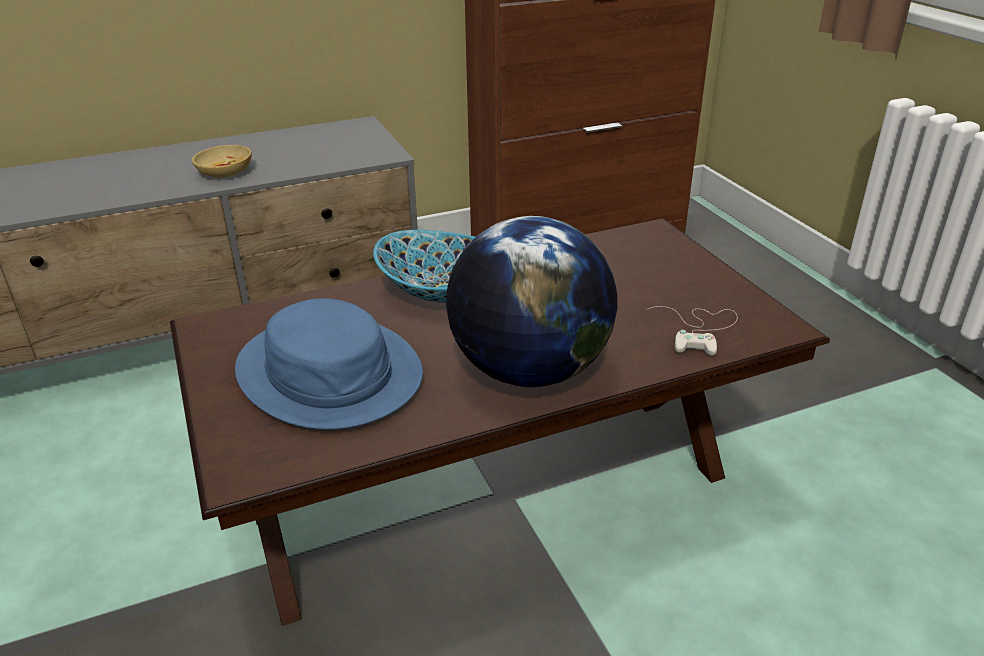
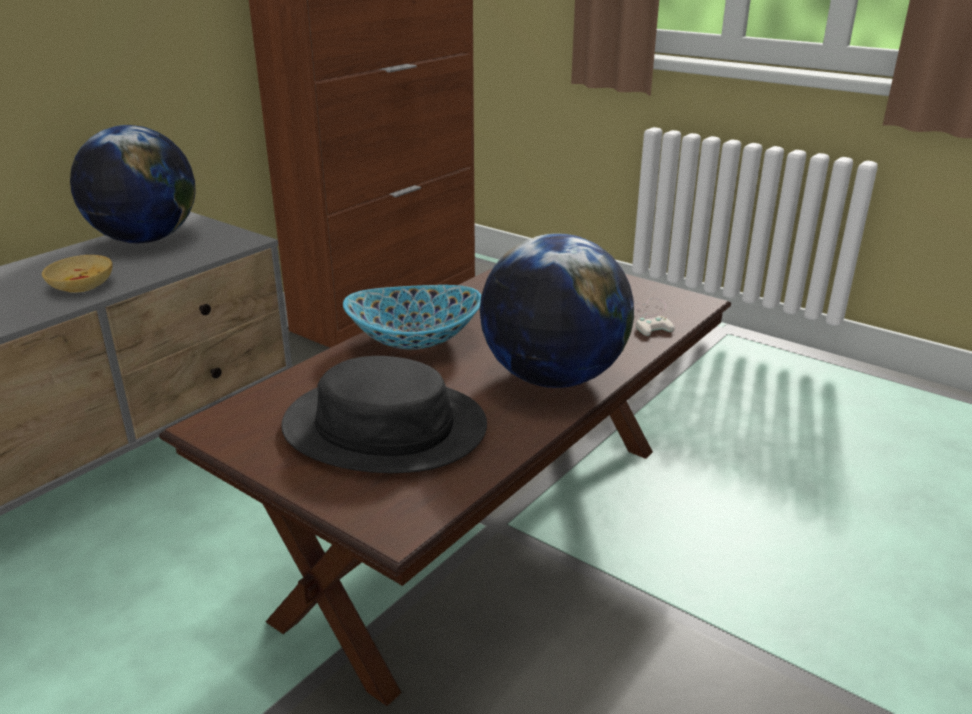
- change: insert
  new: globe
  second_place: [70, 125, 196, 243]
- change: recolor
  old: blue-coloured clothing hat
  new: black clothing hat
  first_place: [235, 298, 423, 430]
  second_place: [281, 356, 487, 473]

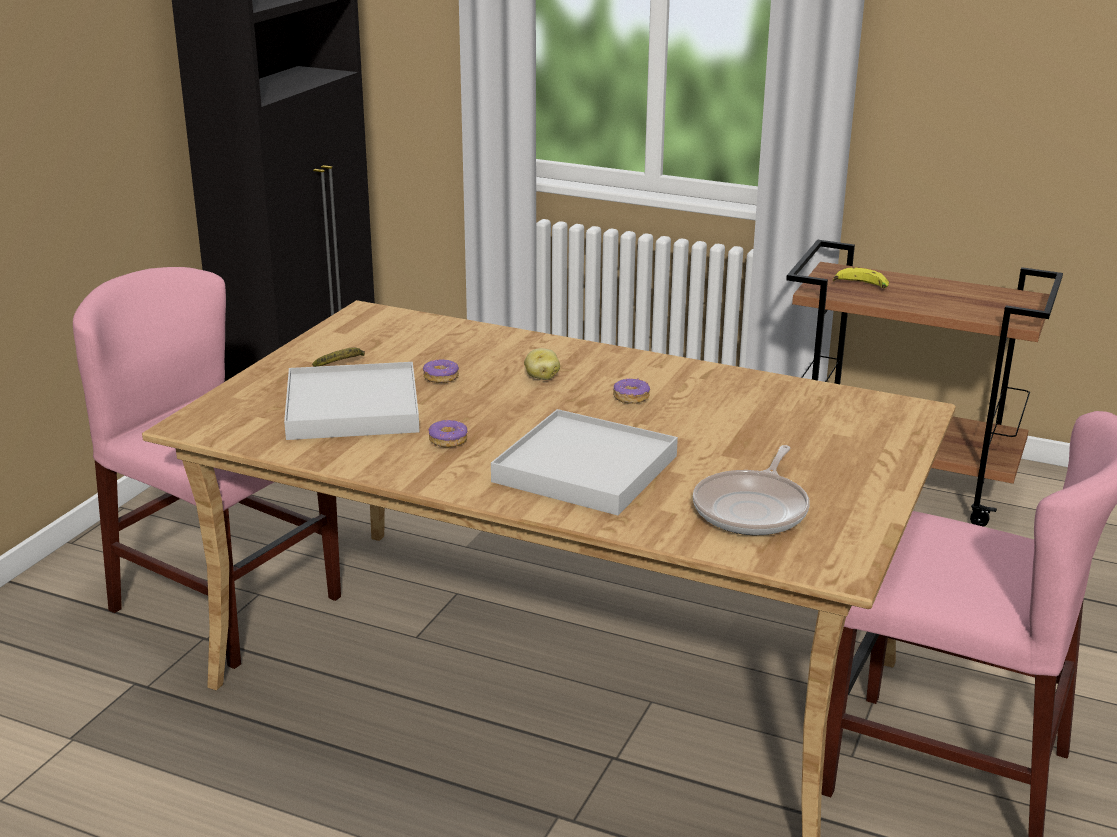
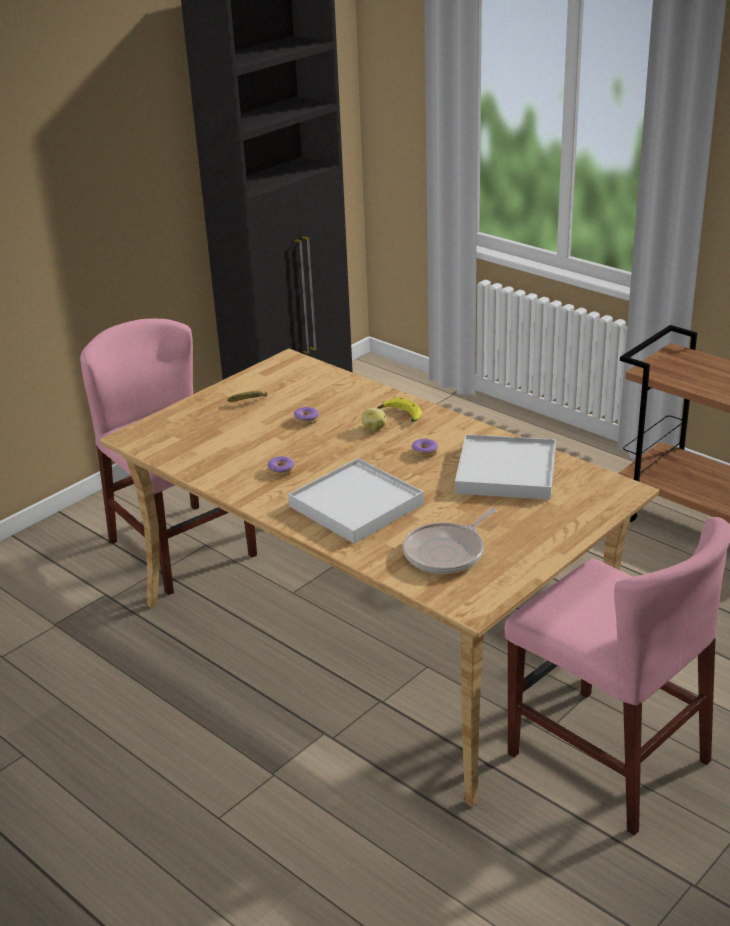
- change: move
  old: banana fruit
  first_place: [833, 268, 889, 288]
  second_place: [377, 398, 422, 422]
- change: move
  old: whitish carrying tray
  first_place: [284, 362, 419, 440]
  second_place: [455, 434, 556, 500]

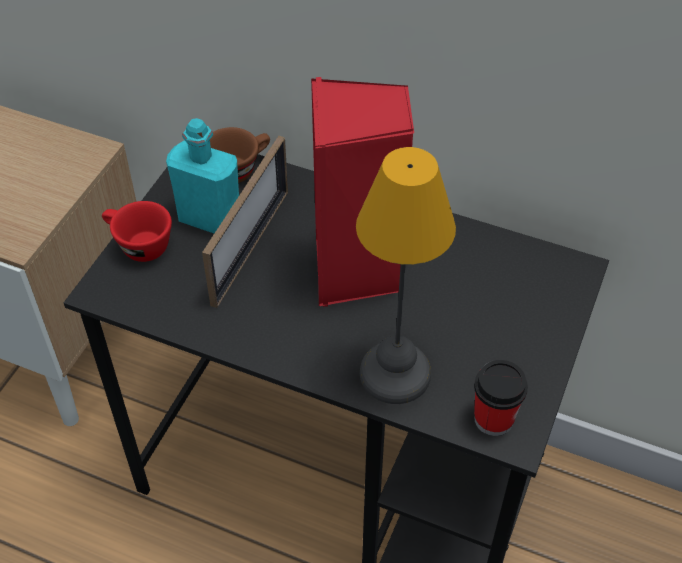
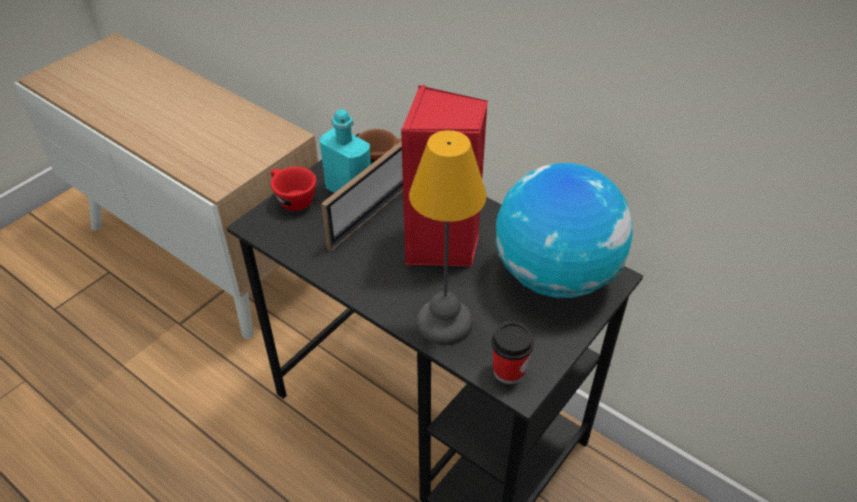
- change: insert
  new: globe
  second_place: [495, 163, 633, 298]

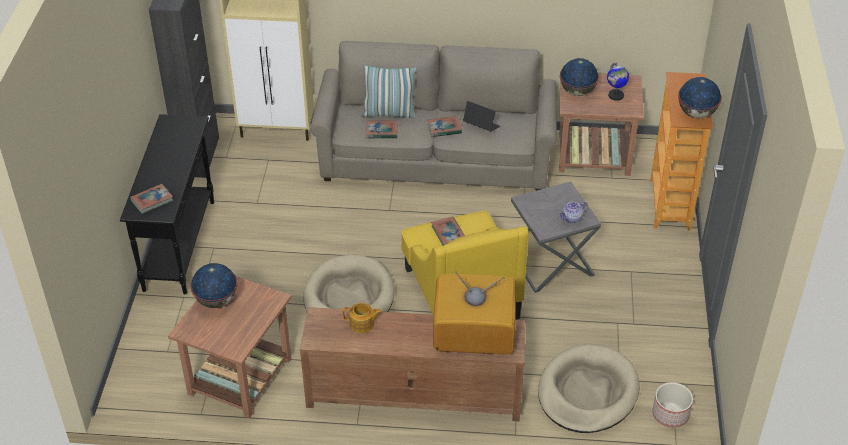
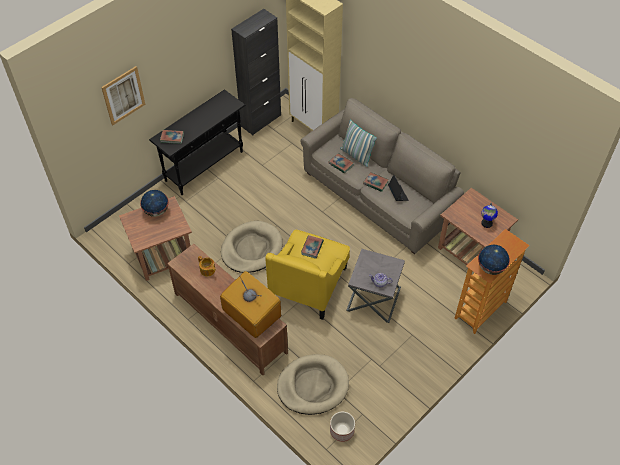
- change: insert
  new: wall art
  second_place: [101, 66, 146, 125]
- change: delete
  old: globe
  first_place: [560, 58, 599, 96]

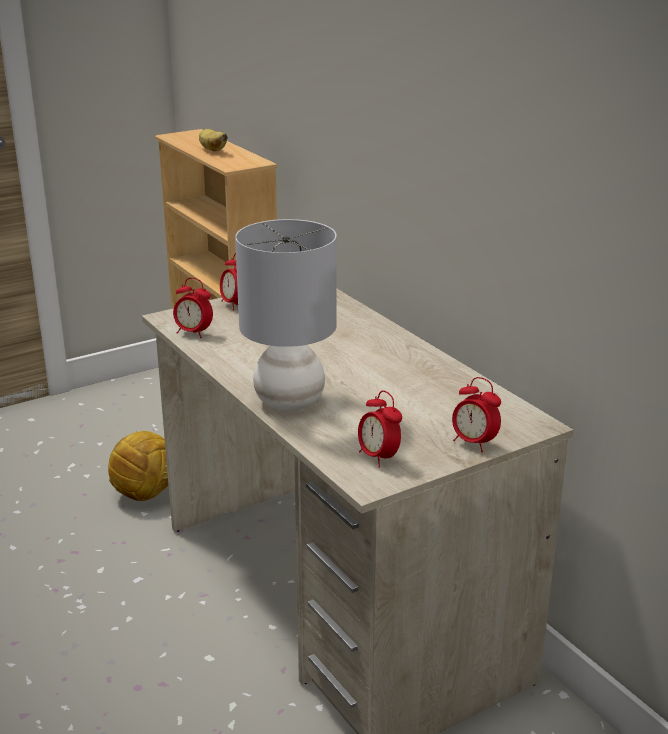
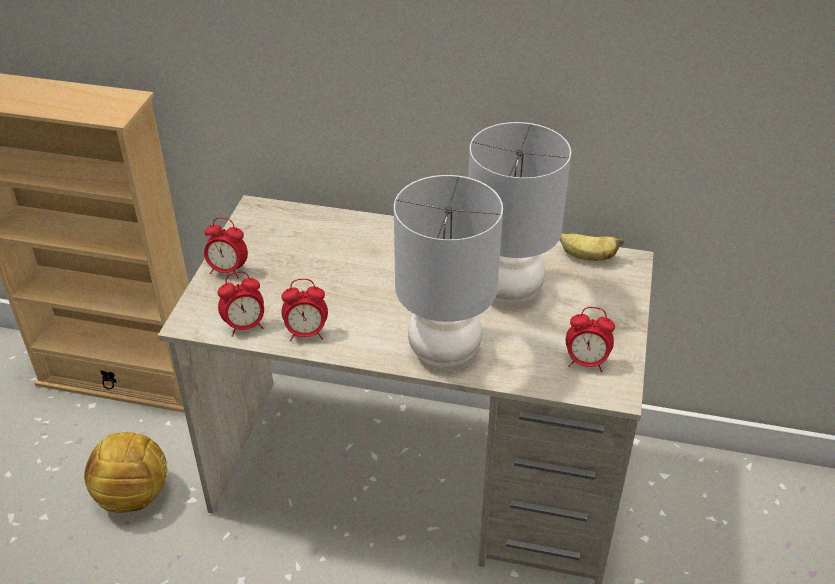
- change: move
  old: bedside clock
  first_place: [452, 377, 501, 452]
  second_place: [281, 279, 328, 341]
- change: insert
  new: gray table lamp
  second_place: [468, 122, 571, 305]
- change: move
  old: banana fruit
  first_place: [199, 128, 228, 152]
  second_place: [560, 233, 624, 261]

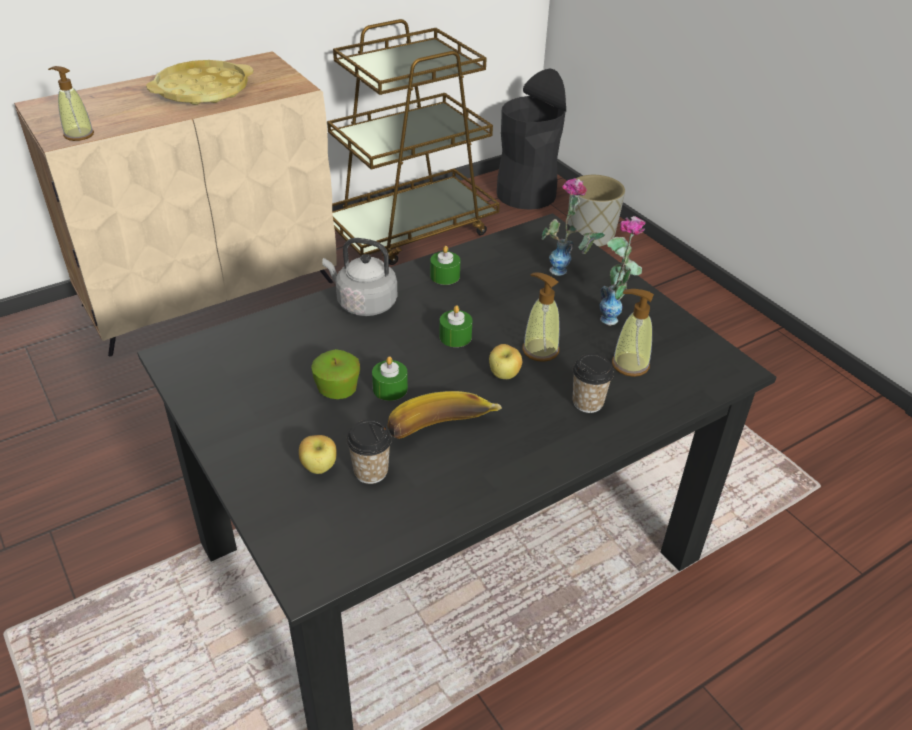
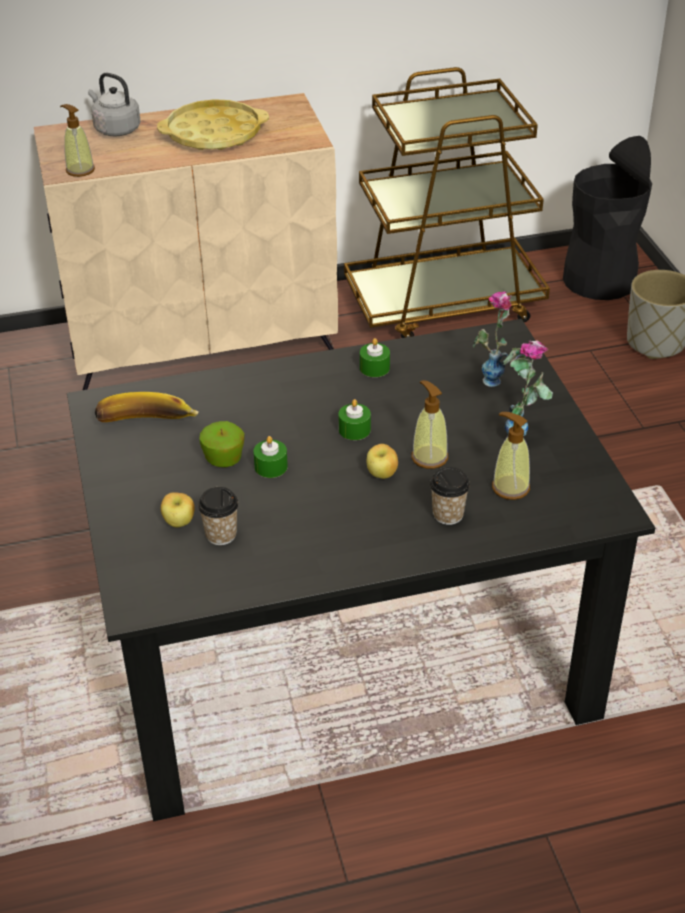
- change: move
  old: gray tea kettle
  first_place: [322, 238, 397, 316]
  second_place: [88, 72, 141, 137]
- change: move
  old: banana fruit
  first_place: [387, 391, 502, 439]
  second_place: [95, 392, 199, 422]

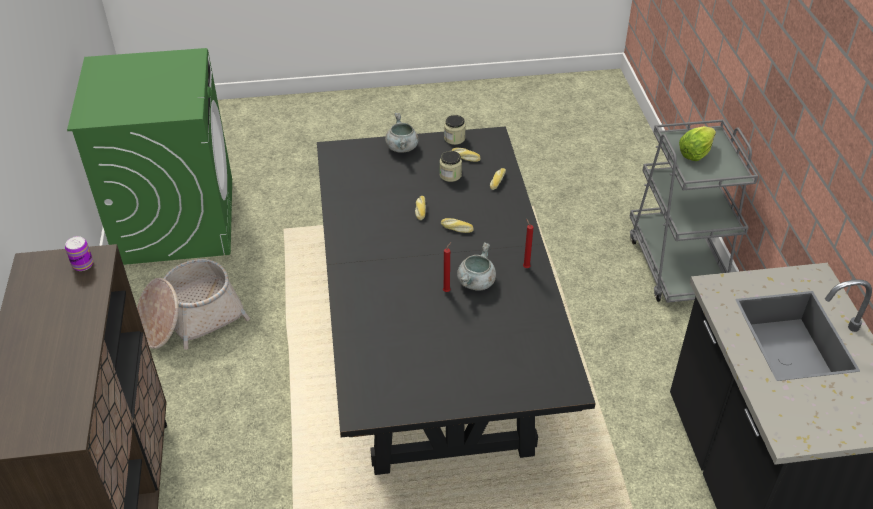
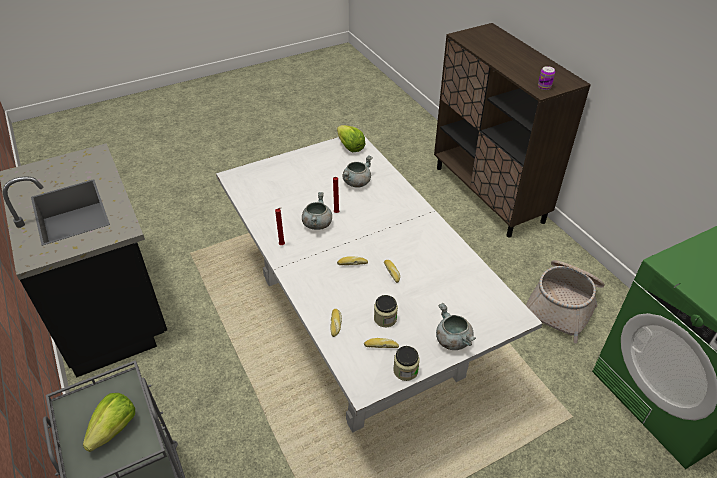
- change: recolor
  old: black dinner table
  new: whitish dinner table
  first_place: [317, 126, 596, 475]
  second_place: [216, 137, 543, 433]
- change: insert
  new: head of lettuce
  second_place: [337, 125, 365, 152]
- change: insert
  new: gray cooking pot
  second_place: [343, 155, 373, 188]

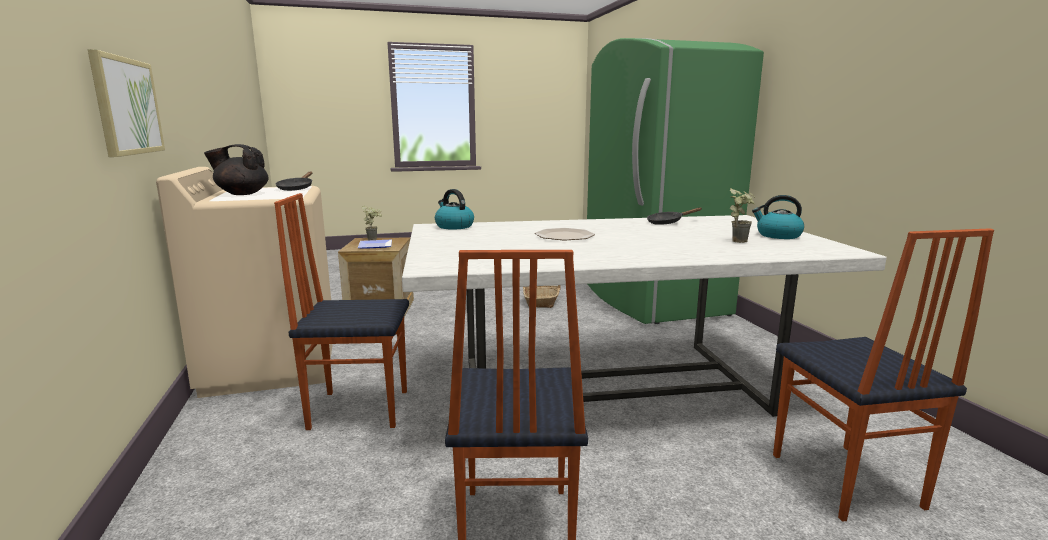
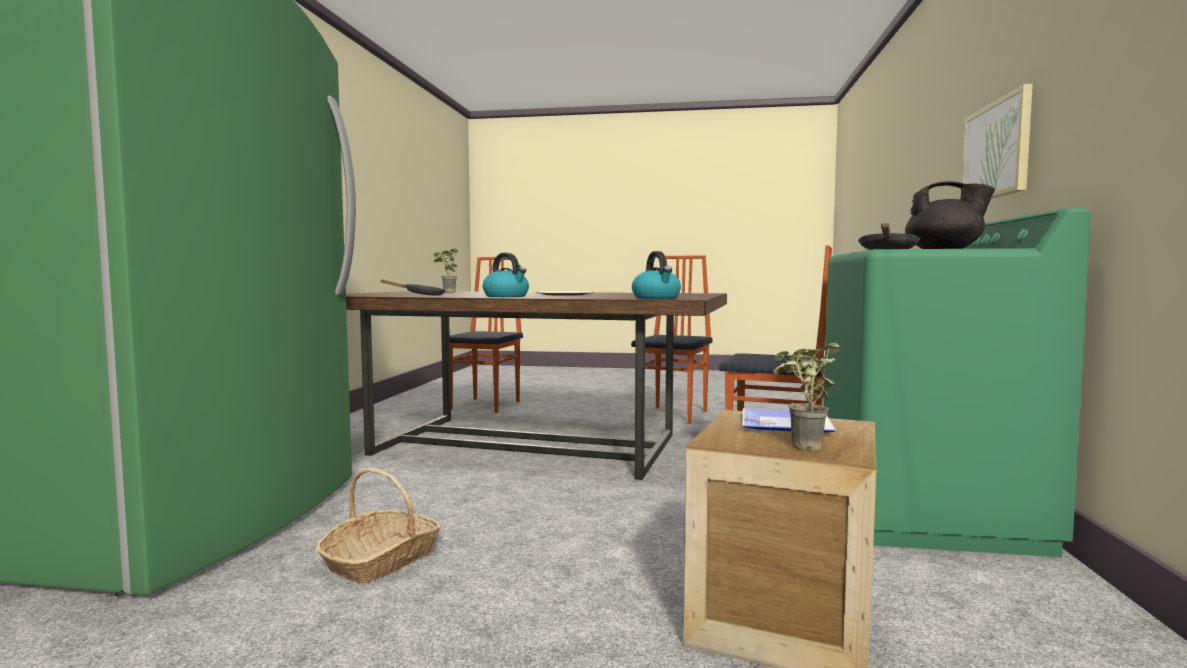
- change: recolor
  old: whitish dinner table
  new: brownish dinner table
  first_place: [402, 215, 887, 417]
  second_place: [346, 291, 727, 480]
- change: move
  old: tea kettle
  first_place: [752, 195, 804, 239]
  second_place: [483, 253, 529, 297]
- change: recolor
  old: beige laundry machine
  new: green laundry machine
  first_place: [156, 167, 333, 398]
  second_place: [823, 208, 1091, 557]

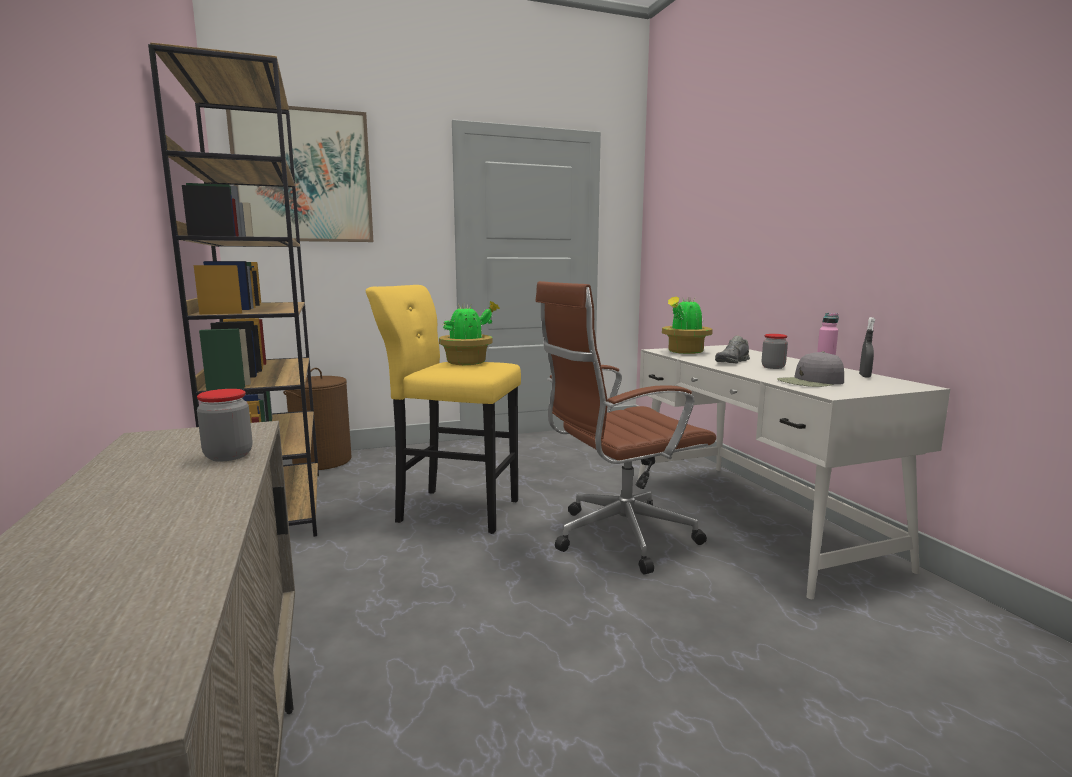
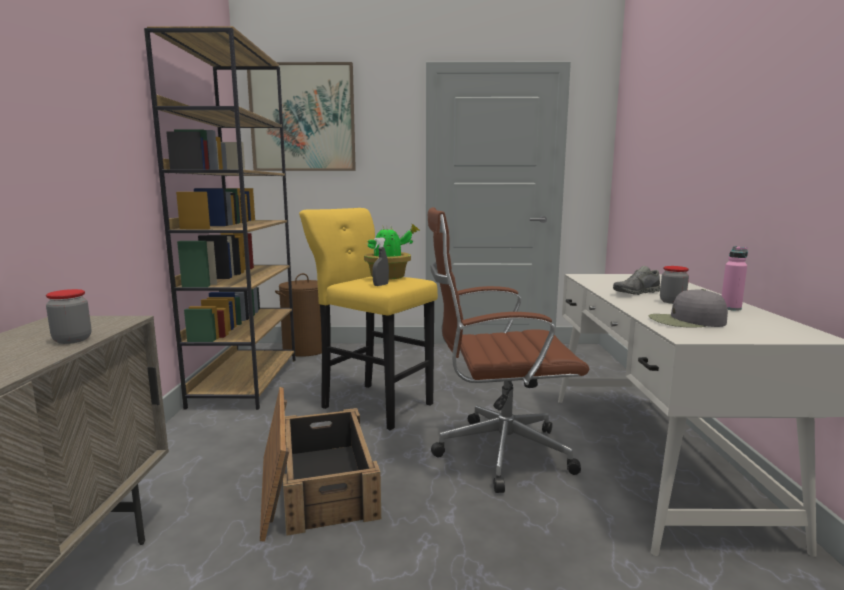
- change: insert
  new: crate
  second_place: [260, 387, 381, 541]
- change: move
  old: gray hand sprayer
  first_place: [859, 317, 875, 378]
  second_place: [372, 238, 389, 286]
- change: delete
  old: potted plant
  first_place: [662, 296, 713, 354]

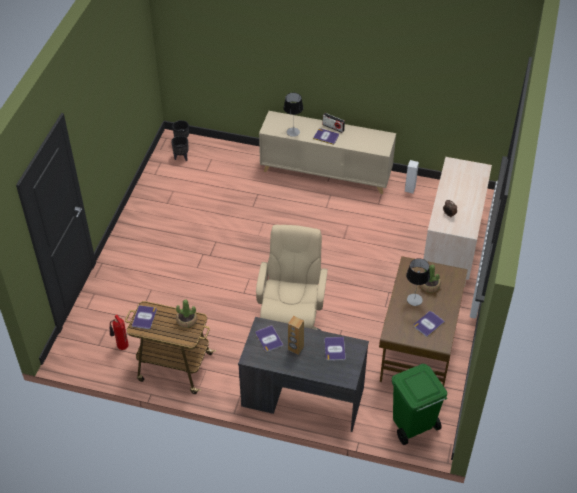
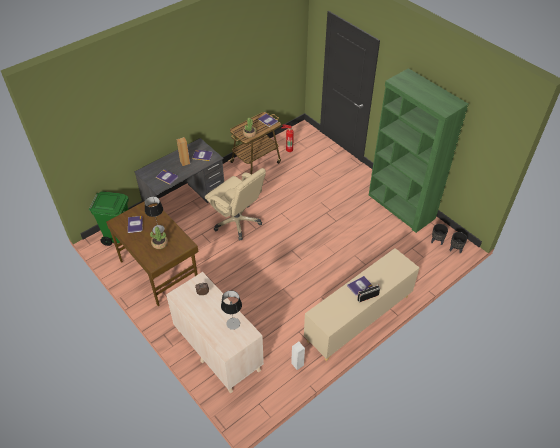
- change: move
  old: table lamp
  first_place: [283, 93, 303, 137]
  second_place: [221, 290, 242, 330]
- change: insert
  new: green bookcase
  second_place: [369, 68, 469, 233]

